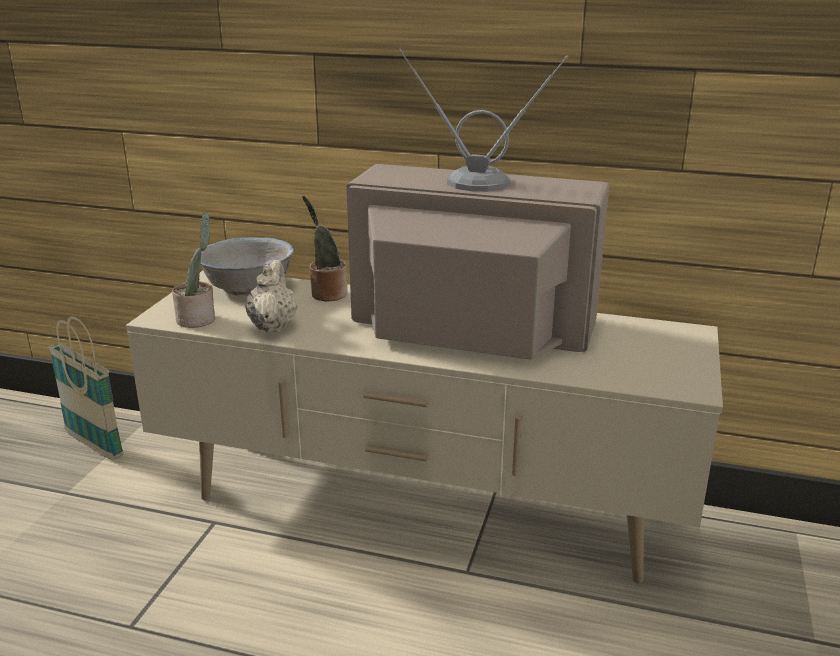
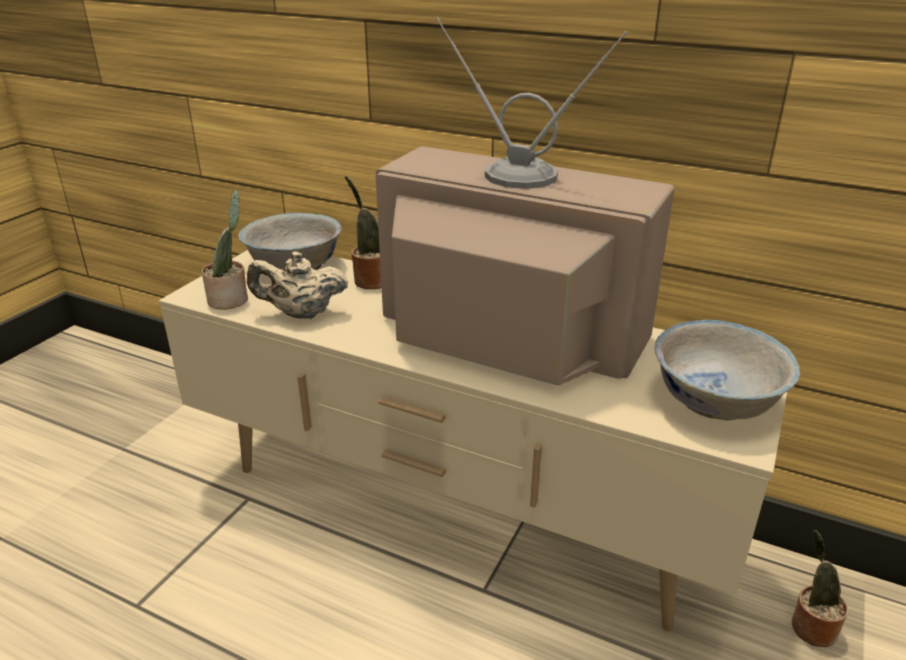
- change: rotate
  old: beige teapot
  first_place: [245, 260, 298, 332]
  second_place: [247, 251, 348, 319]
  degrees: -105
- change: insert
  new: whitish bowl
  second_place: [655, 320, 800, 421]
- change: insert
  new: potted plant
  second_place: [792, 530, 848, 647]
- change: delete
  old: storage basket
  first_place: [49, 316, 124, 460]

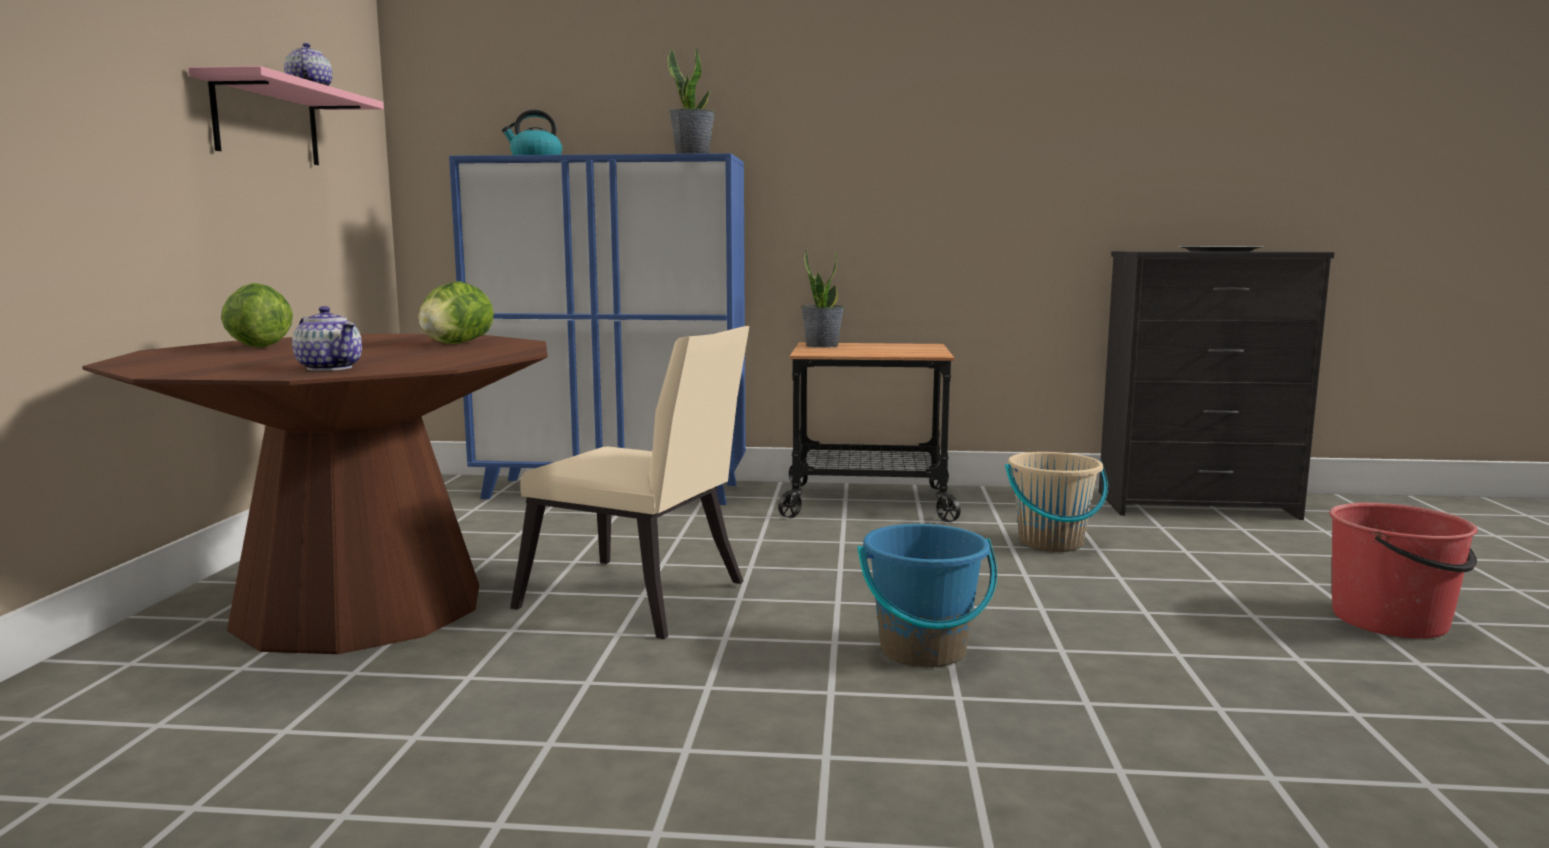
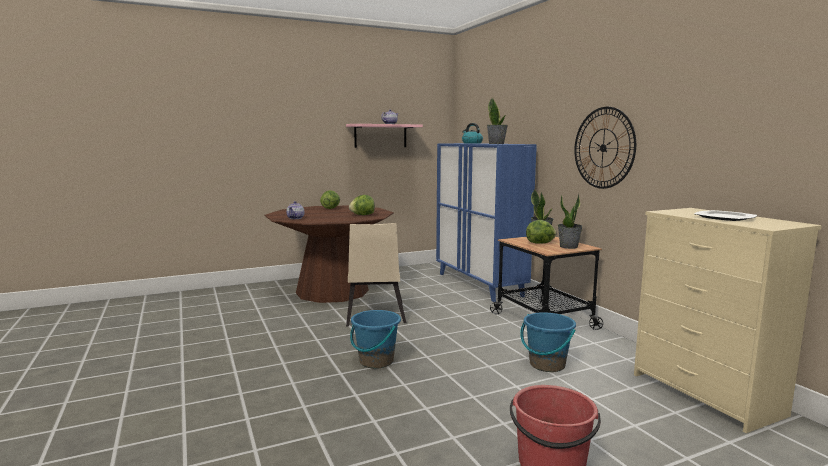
- change: recolor
  old: beige water bucket
  new: blue-coloured water bucket
  first_place: [1005, 452, 1108, 552]
  second_place: [520, 312, 576, 372]
- change: insert
  new: head of lettuce
  second_place: [526, 220, 557, 244]
- change: insert
  new: potted plant
  second_place: [558, 194, 583, 249]
- change: insert
  new: clock on the wall
  second_place: [574, 107, 636, 189]
- change: recolor
  old: black drawer chest
  new: beige drawer chest
  first_place: [1099, 251, 1335, 520]
  second_place: [634, 208, 822, 433]

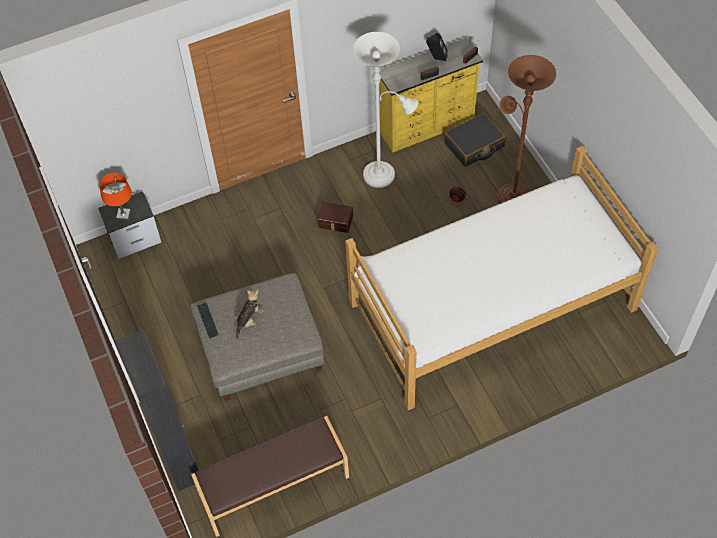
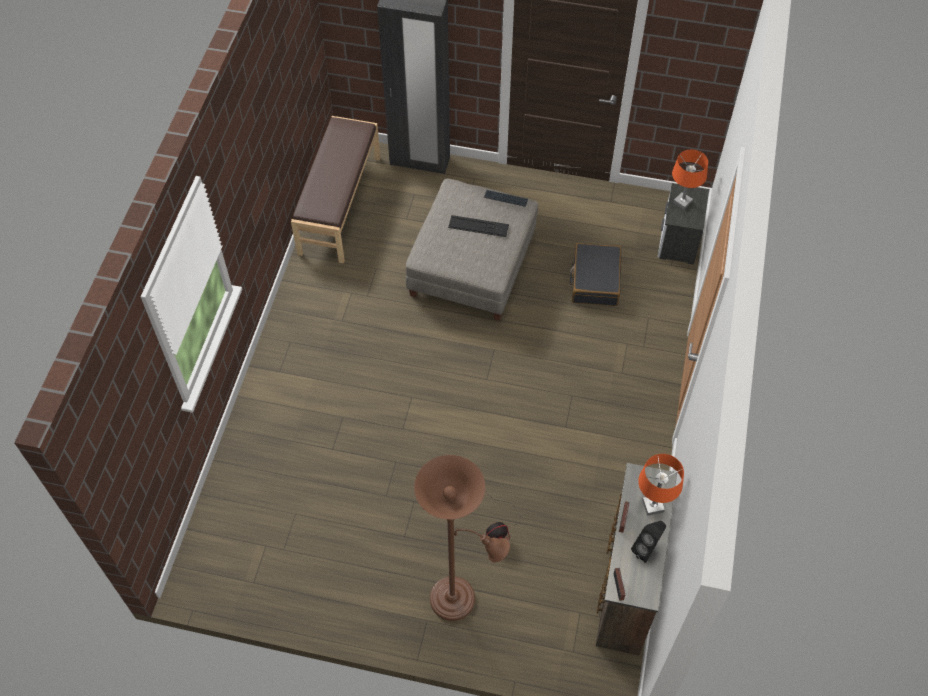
- change: replace
  old: cuddly toy
  new: PC keyboard
  first_place: [236, 290, 264, 339]
  second_place: [448, 215, 509, 237]
- change: move
  old: black suitcase
  first_place: [444, 113, 506, 167]
  second_place: [570, 243, 622, 306]
- change: recolor
  old: yellow-coloured drawer chest
  new: brownish drawer chest
  first_place: [379, 38, 483, 153]
  second_place: [596, 463, 677, 655]
- change: insert
  new: orange-coloured table lamp
  second_place: [638, 454, 684, 516]
- change: delete
  old: brownish storage bin
  first_place: [317, 202, 353, 233]
- change: delete
  old: bed
  first_place: [345, 146, 658, 410]
- change: delete
  old: whitish standard lamp
  first_place: [353, 32, 418, 188]

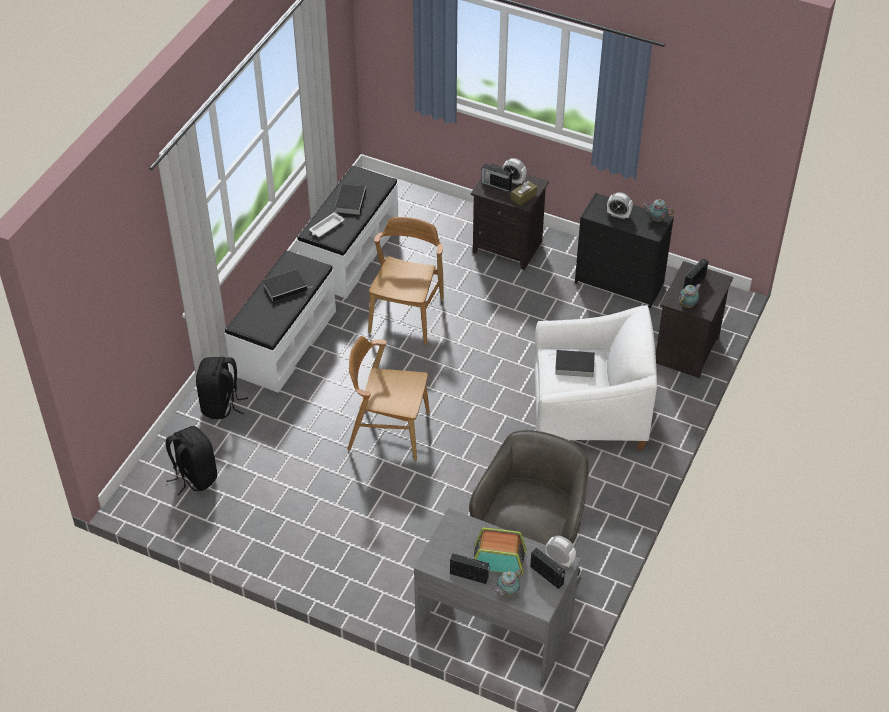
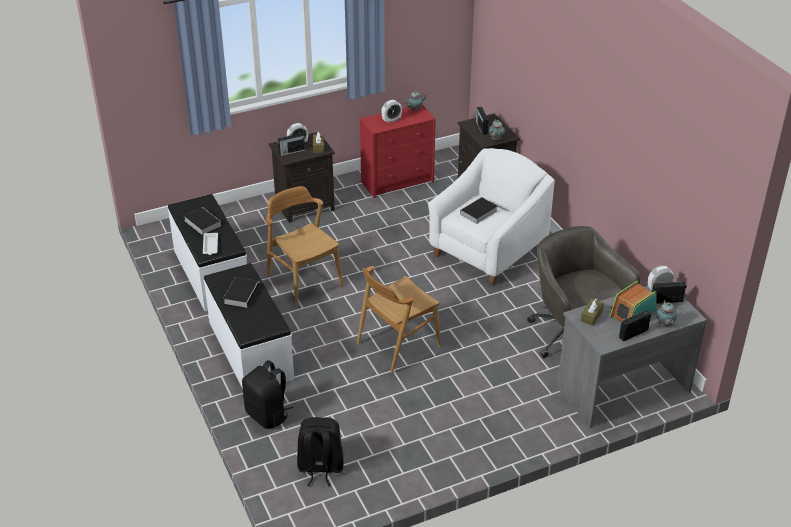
- change: recolor
  old: black drawer chest
  new: reddish drawer chest
  first_place: [575, 192, 674, 308]
  second_place: [360, 105, 436, 198]
- change: insert
  new: brownish tissue box
  second_place: [581, 299, 604, 326]

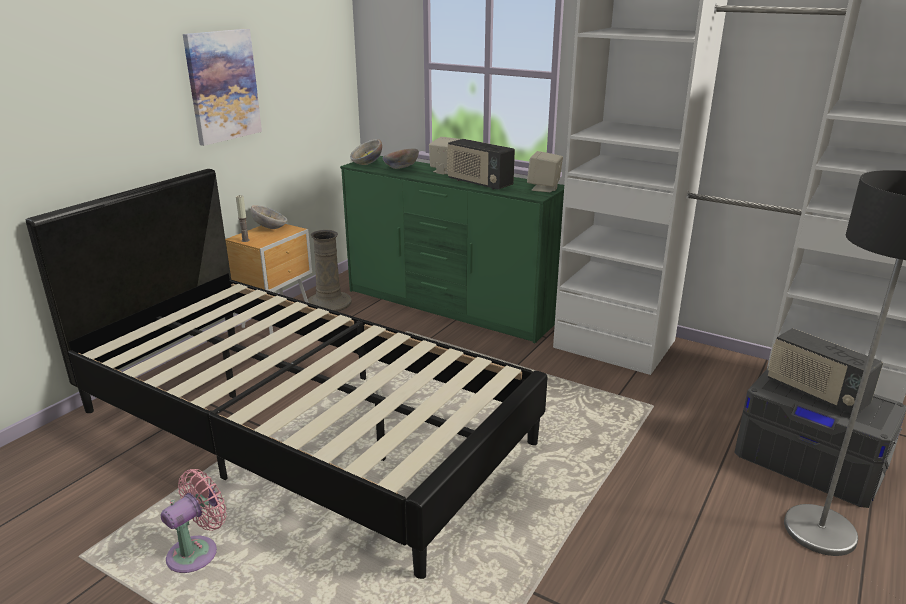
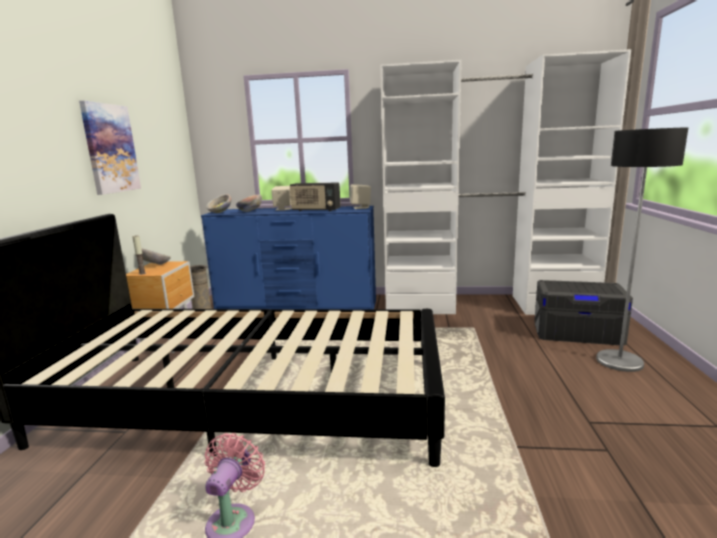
- change: recolor
  old: green drawer chest
  new: blue-coloured drawer chest
  first_place: [340, 156, 564, 343]
  second_place: [201, 206, 376, 309]
- change: delete
  old: radio receiver
  first_place: [768, 328, 883, 414]

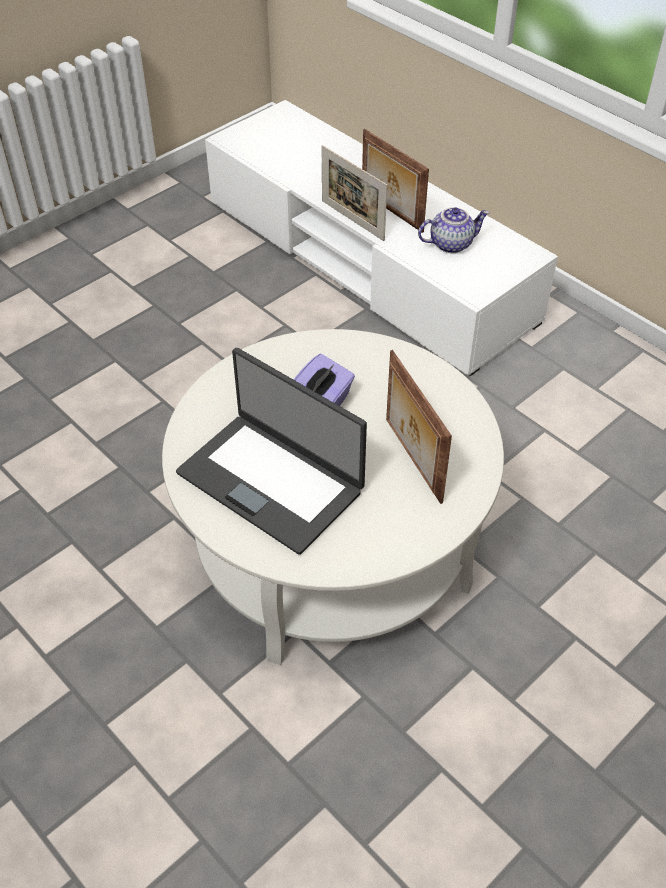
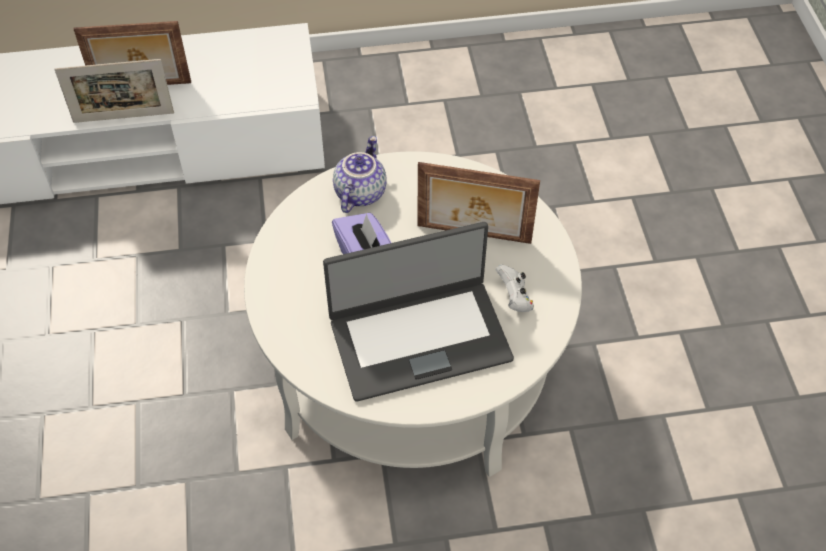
- change: move
  old: teapot
  first_place: [418, 207, 490, 253]
  second_place: [333, 136, 387, 213]
- change: insert
  new: whitish joypad
  second_place: [496, 264, 534, 312]

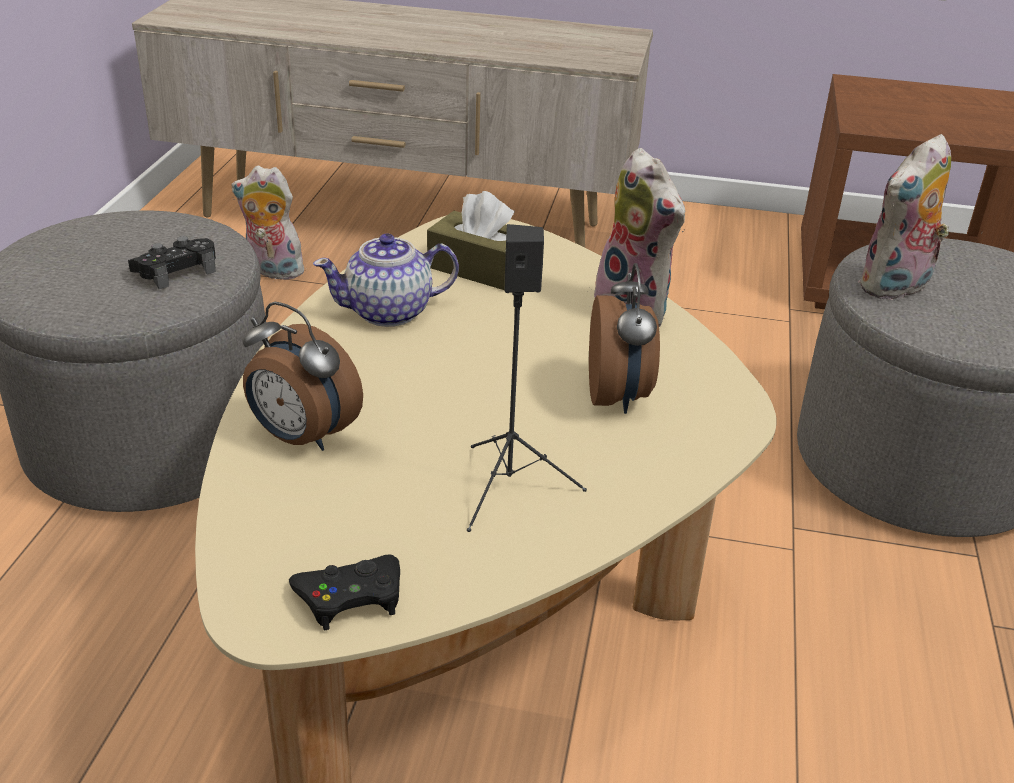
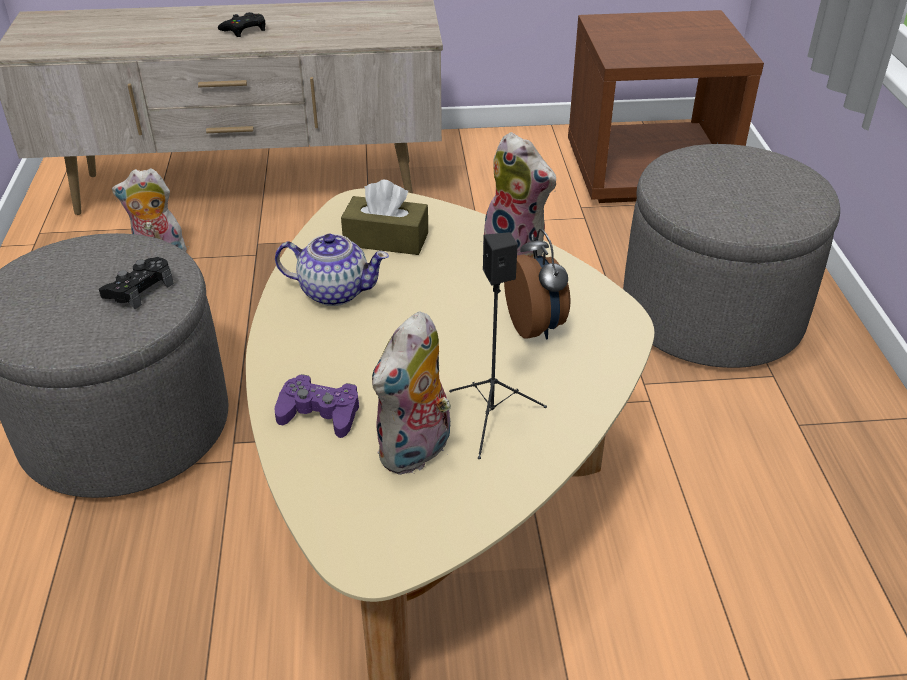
- change: move
  old: black joypad
  first_place: [289, 555, 400, 630]
  second_place: [218, 12, 265, 37]
- change: rotate
  old: teapot
  first_place: [313, 234, 459, 327]
  second_place: [275, 234, 389, 306]
  degrees: -135
- change: replace
  old: bedside clock
  new: purple-coloured joypad
  first_place: [243, 302, 363, 451]
  second_place: [275, 374, 359, 438]
- change: move
  old: cuddly toy
  first_place: [858, 134, 951, 301]
  second_place: [372, 312, 451, 475]

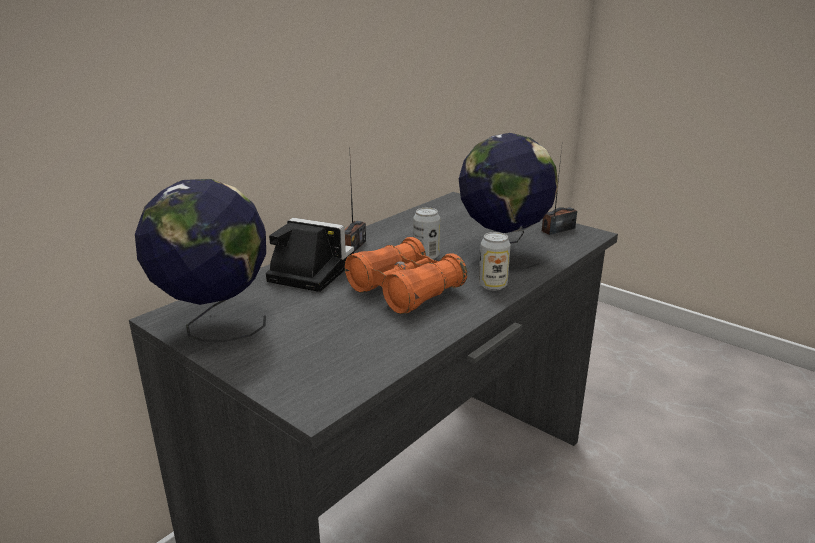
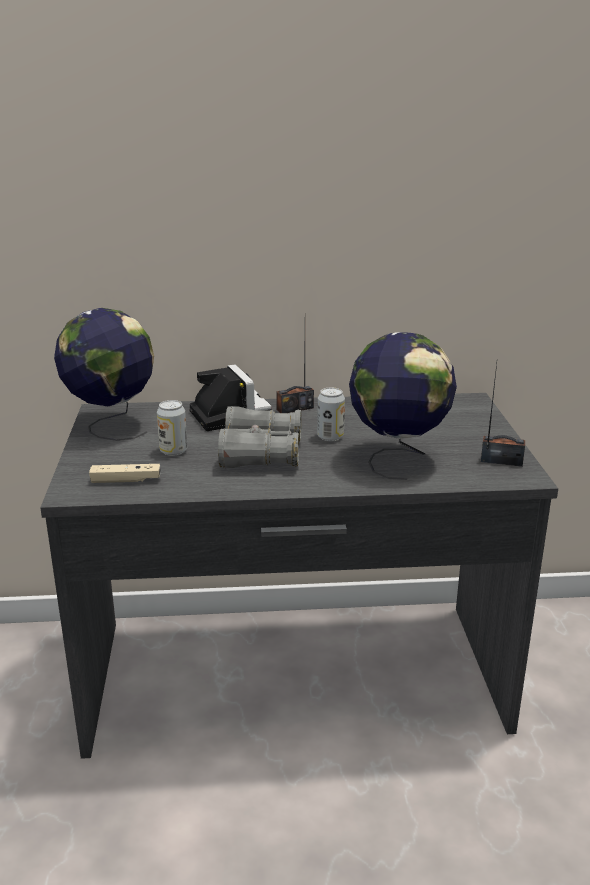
- change: insert
  new: beige joypad
  second_place: [89, 464, 161, 483]
- change: move
  old: metal can
  first_place: [479, 232, 511, 291]
  second_place: [157, 400, 187, 456]
- change: recolor
  old: orange-coloured binoculars
  new: gray binoculars
  first_place: [345, 237, 467, 314]
  second_place: [218, 406, 301, 468]

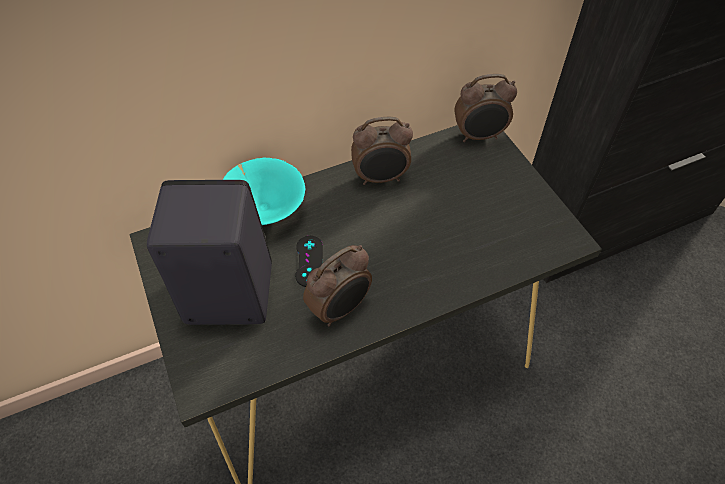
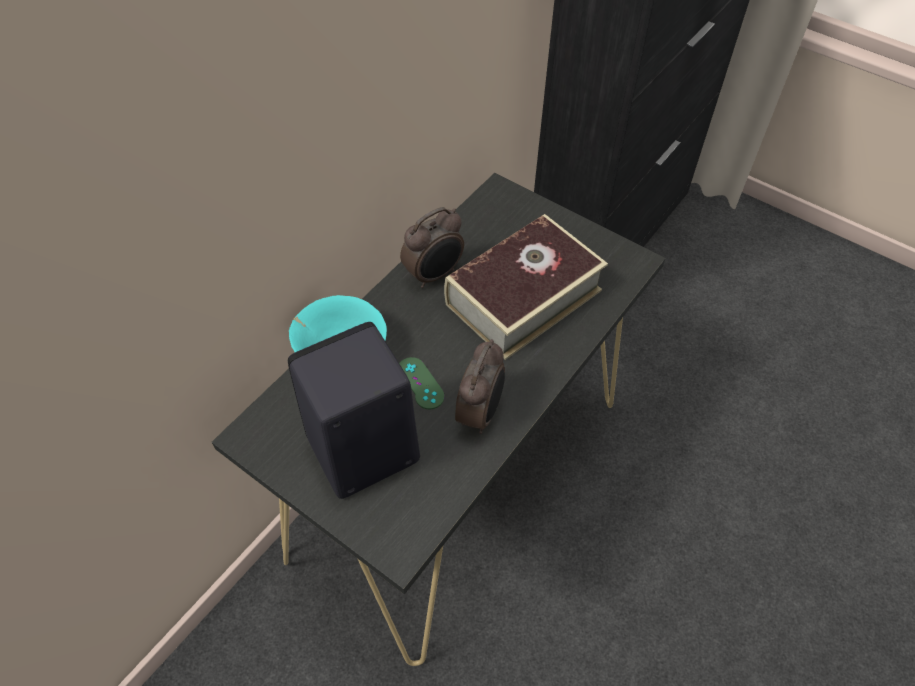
- change: recolor
  old: black joypad
  new: green joypad
  first_place: [295, 236, 323, 287]
  second_place: [399, 357, 445, 409]
- change: insert
  new: book
  second_place: [444, 214, 608, 360]
- change: delete
  old: bedside clock
  first_place: [454, 74, 517, 142]

